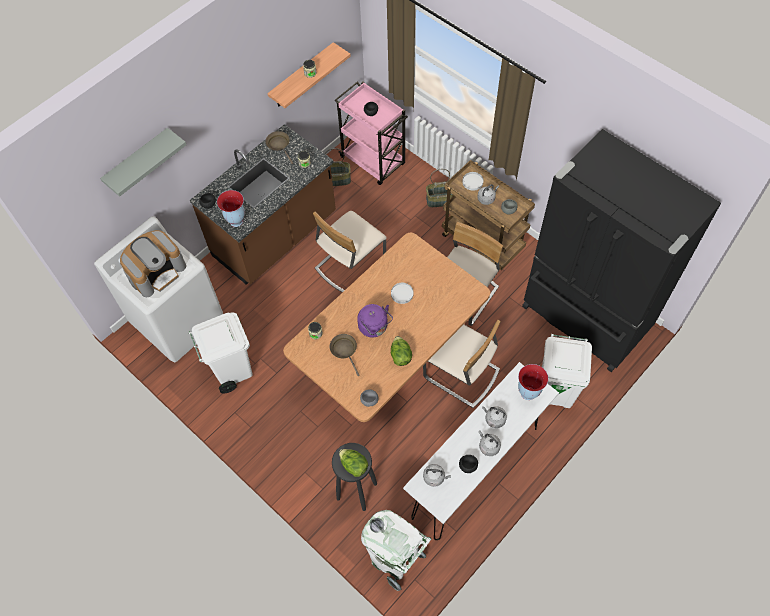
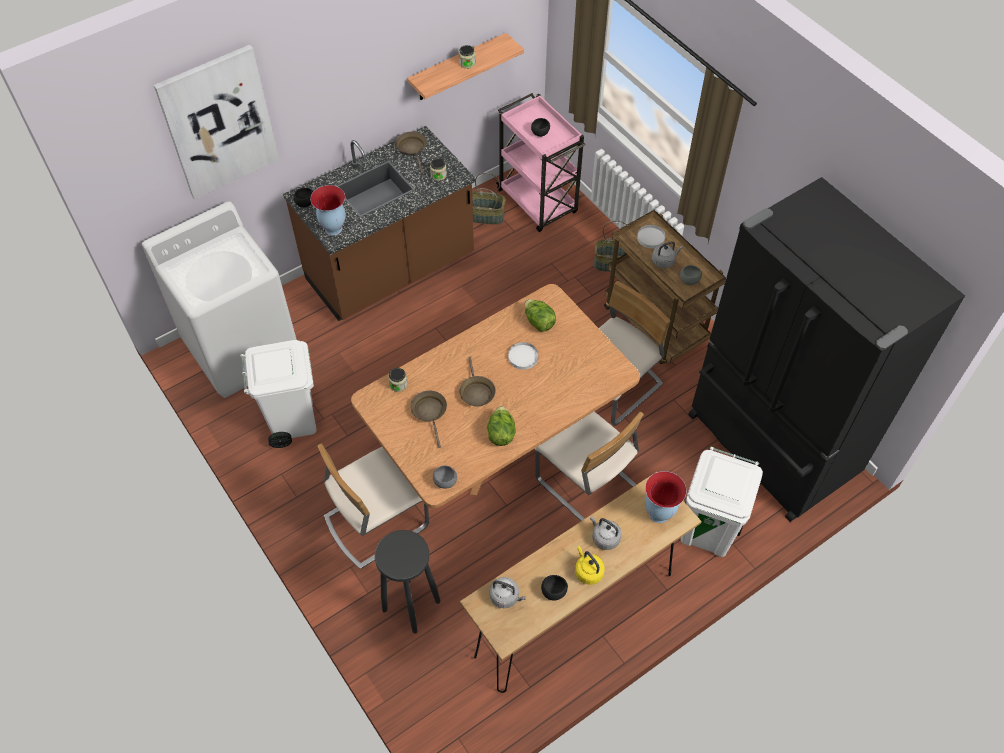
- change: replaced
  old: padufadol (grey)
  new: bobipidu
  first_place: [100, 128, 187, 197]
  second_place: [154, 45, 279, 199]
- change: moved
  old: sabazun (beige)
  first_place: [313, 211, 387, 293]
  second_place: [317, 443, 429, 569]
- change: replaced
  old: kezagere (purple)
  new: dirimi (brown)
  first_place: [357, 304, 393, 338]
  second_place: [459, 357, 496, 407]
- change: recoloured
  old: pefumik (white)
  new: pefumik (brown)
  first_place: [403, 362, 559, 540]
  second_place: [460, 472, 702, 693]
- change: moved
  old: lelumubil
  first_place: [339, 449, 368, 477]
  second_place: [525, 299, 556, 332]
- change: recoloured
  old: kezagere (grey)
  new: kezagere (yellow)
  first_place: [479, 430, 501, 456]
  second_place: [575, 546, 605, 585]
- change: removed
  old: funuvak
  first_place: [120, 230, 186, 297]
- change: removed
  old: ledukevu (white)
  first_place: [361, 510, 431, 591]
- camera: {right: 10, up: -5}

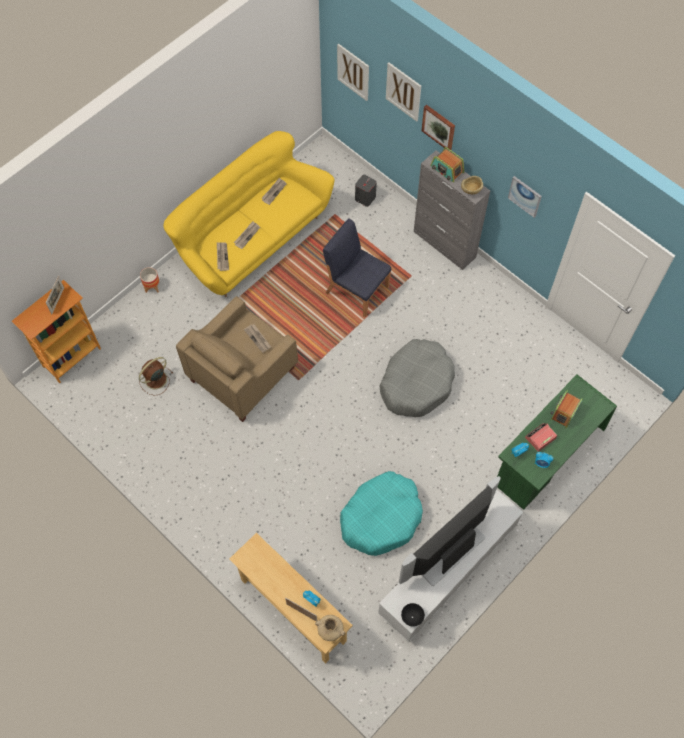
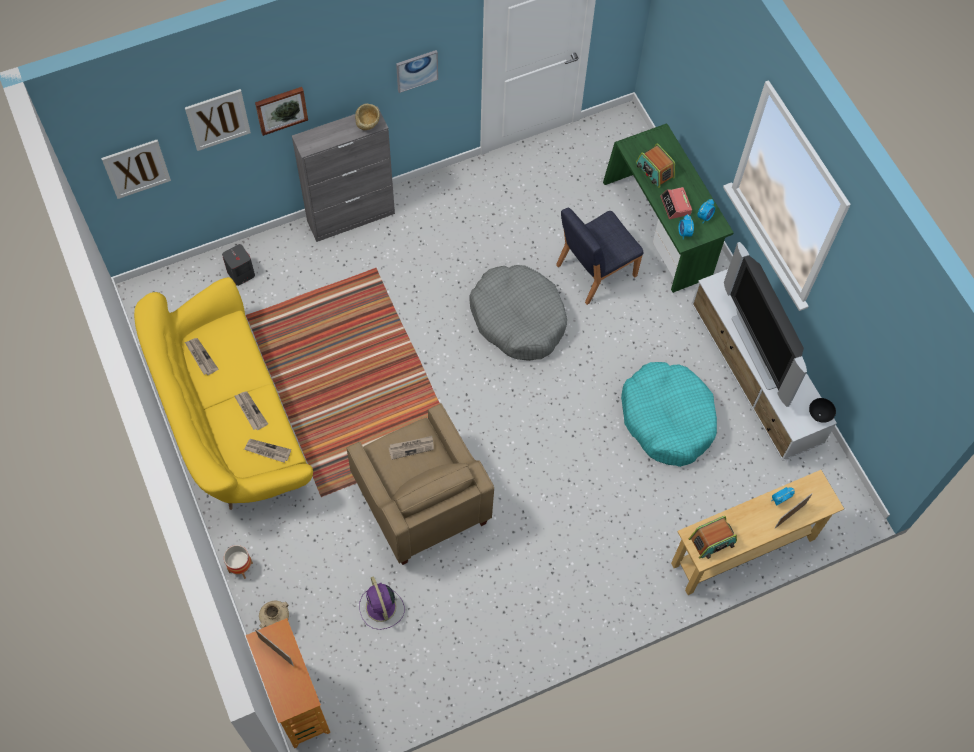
- change: moved
  old: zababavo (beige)
  first_place: [315, 615, 345, 641]
  second_place: [259, 601, 289, 629]
- change: recoloured
  old: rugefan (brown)
  new: rugefan (purple)
  first_place: [139, 357, 173, 395]
  second_place: [359, 576, 405, 630]
- change: moved
  old: sabazun (blue)
  first_place: [323, 218, 391, 317]
  second_place: [556, 208, 644, 305]
- change: moved
  old: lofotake
  first_place: [430, 147, 464, 182]
  second_place: [689, 516, 737, 559]
- camera: {right: -70, up: 0}

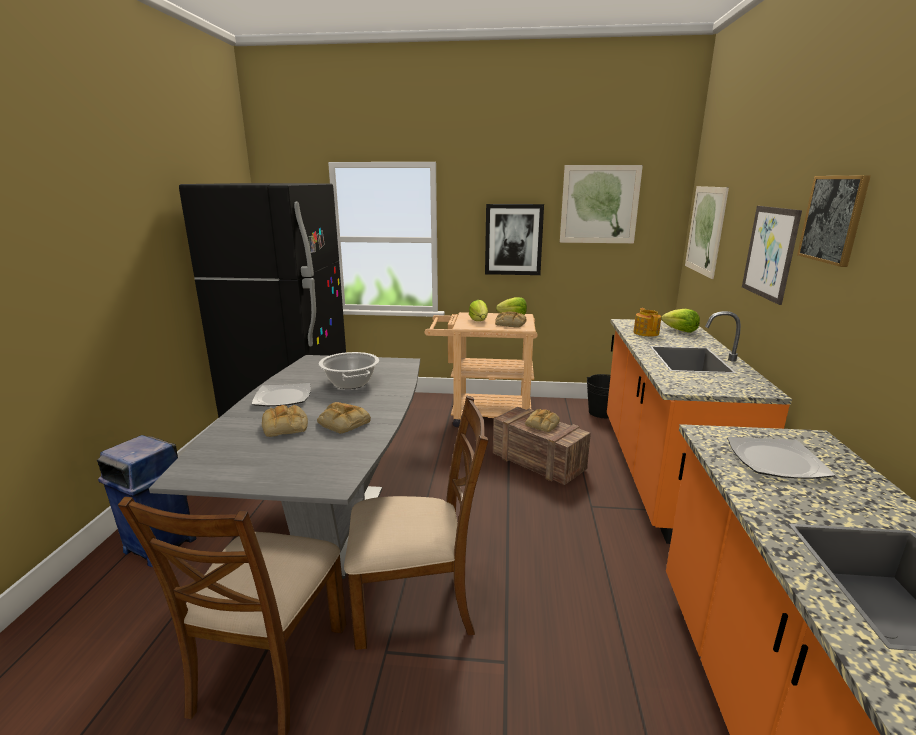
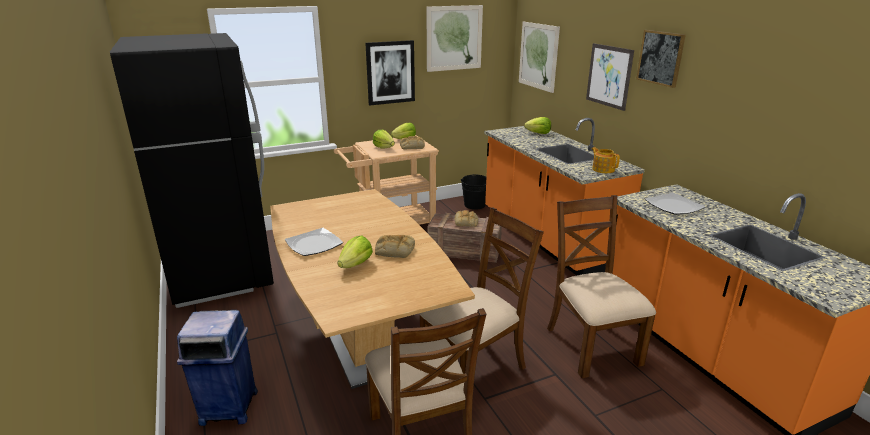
- change: recoloured
  old: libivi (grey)
  new: libivi (brown)
  first_place: [149, 355, 420, 579]
  second_place: [270, 189, 475, 389]
- change: replaced
  old: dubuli
  new: lelumubil
  first_place: [262, 405, 308, 437]
  second_place: [337, 235, 373, 268]
- change: added
  new: sabazun (brown)
  second_place: [547, 195, 656, 378]
- change: moved
  old: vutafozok
  first_place: [634, 308, 661, 337]
  second_place: [592, 147, 620, 173]
- change: removed
  old: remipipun
  first_place: [319, 352, 379, 389]
- camera: {right: -30, up: 5}

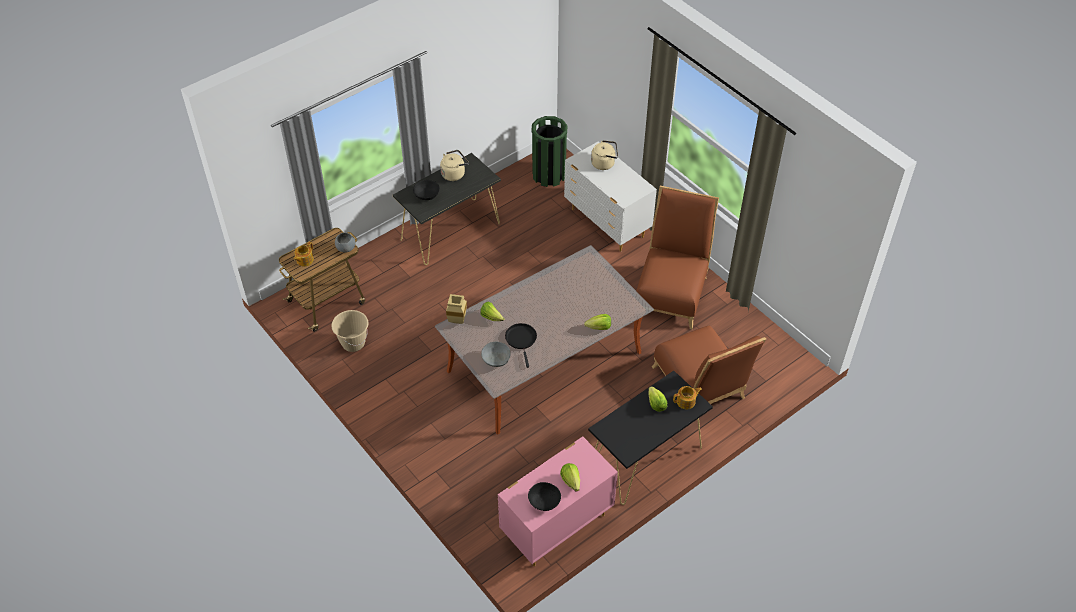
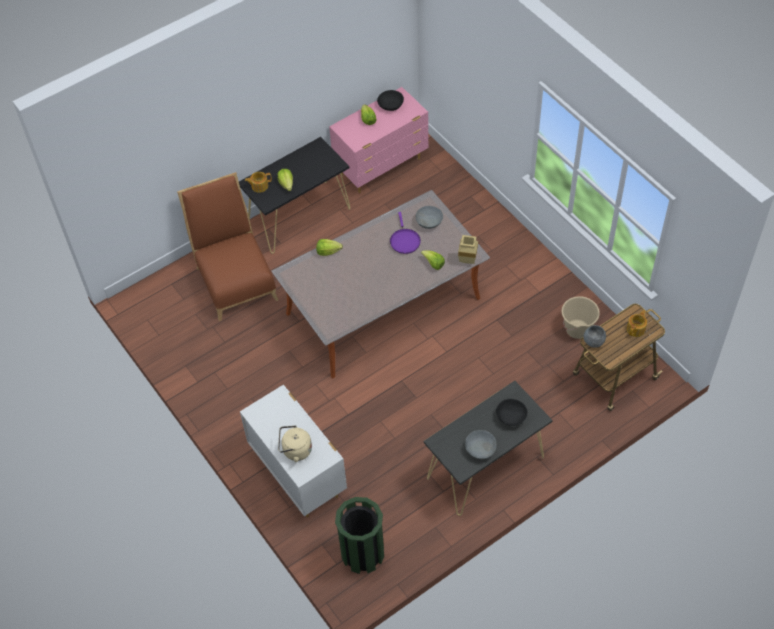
- change: recoloured
  old: dirimi (black)
  new: dirimi (purple)
  first_place: [505, 323, 537, 368]
  second_place: [390, 212, 421, 254]
- change: replaced
  old: kezagere (beige)
  new: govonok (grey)
  first_place: [440, 150, 469, 181]
  second_place: [465, 430, 496, 459]
- change: removed
  old: sabazun (brown)
  first_place: [636, 185, 719, 329]
- camera: {right: -175, up: 5}

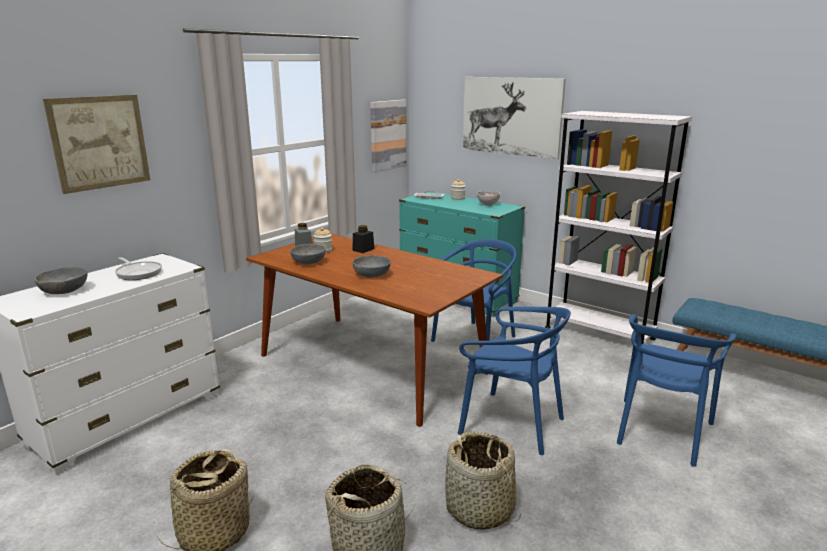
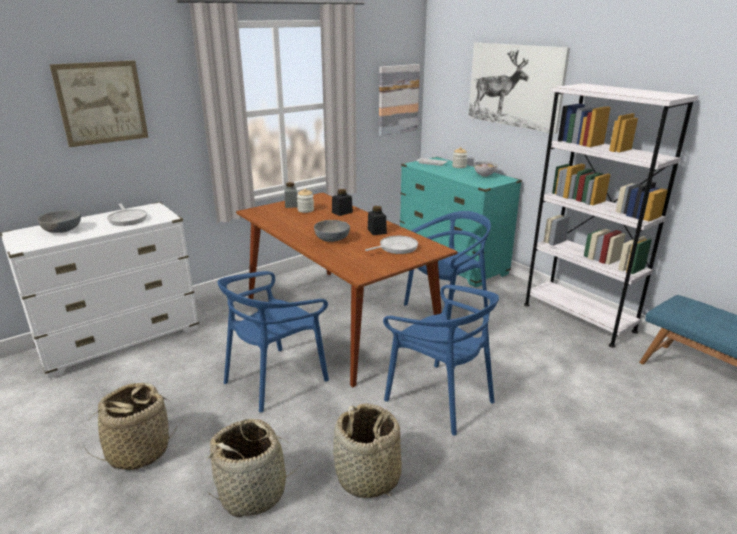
- change: moved
  old: sabazun (blue)
  first_place: [617, 314, 736, 467]
  second_place: [217, 271, 329, 412]
- change: added
  new: dirimi
  second_place: [365, 236, 418, 254]
- change: added
  new: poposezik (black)
  second_place: [368, 206, 387, 235]
- change: removed
  old: govonok (grey)
  first_place: [290, 244, 325, 264]
- camera: {right: 15, up: 5}

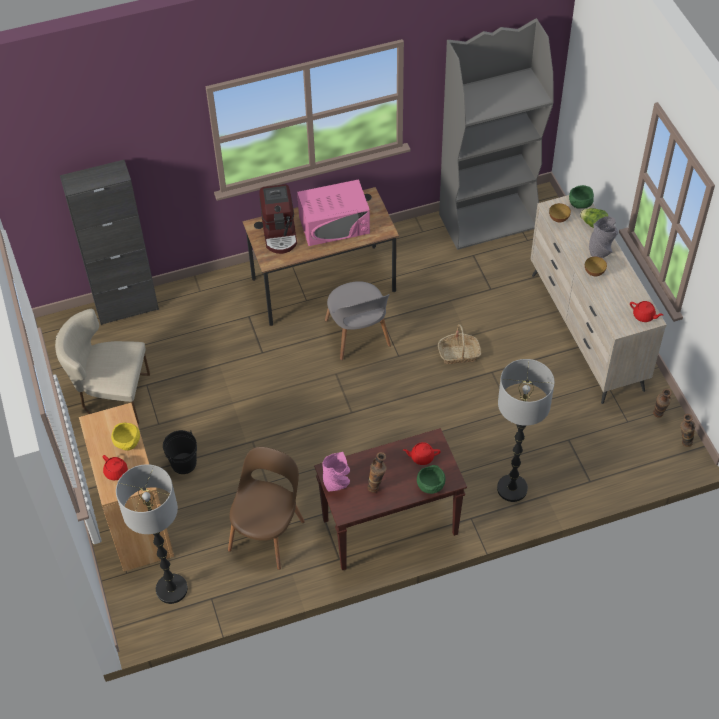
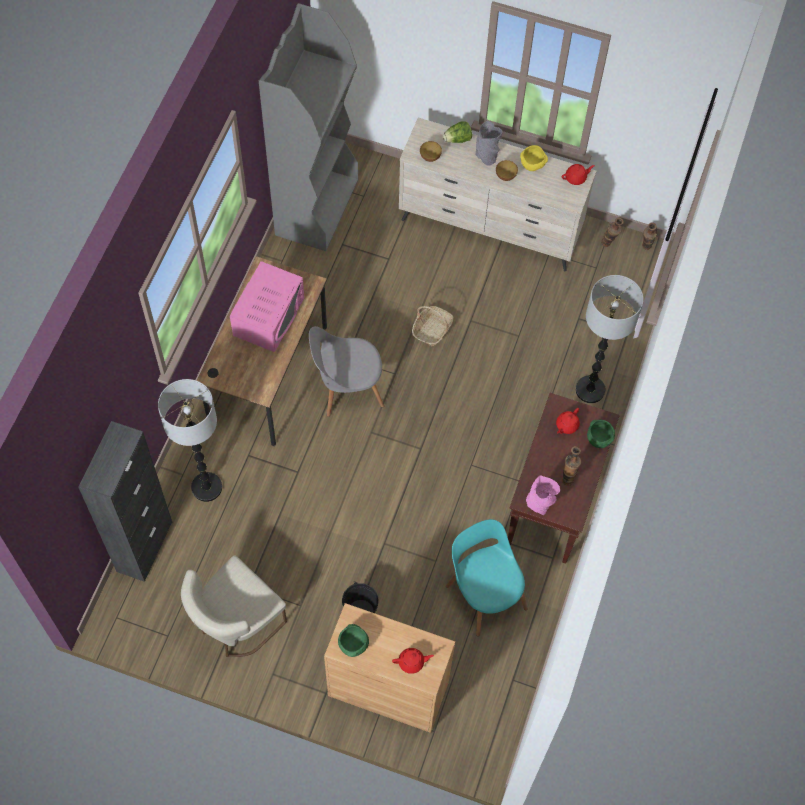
- change: moved
  old: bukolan
  first_place: [116, 464, 188, 604]
  second_place: [158, 379, 222, 502]
- change: turned
  old: sabazun (grey)
  first_place: [325, 281, 391, 360]
  second_place: [309, 326, 384, 417]
  degrees: 150
- change: moved
  old: govonok (green)
  first_place: [569, 185, 594, 209]
  second_place: [338, 624, 369, 657]
- change: recoloured
  old: sabazun (brown)
  new: sabazun (turquoise)
  first_place: [228, 447, 305, 570]
  second_place: [446, 519, 528, 637]
- change: moved
  old: govonok (yellow)
  first_place: [111, 423, 140, 451]
  second_place: [520, 145, 548, 171]
- change: removed
  old: funuvak
  first_place: [259, 184, 297, 254]
- camera: {right: -55, up: 10}

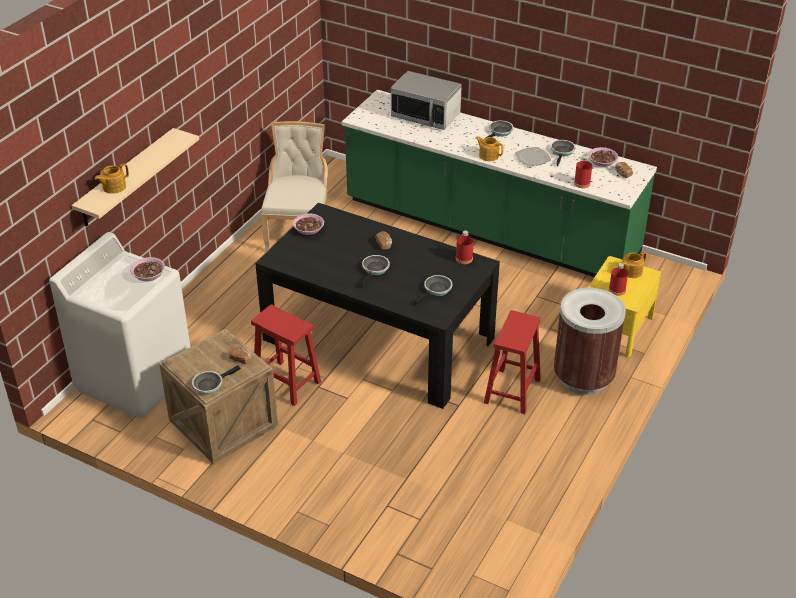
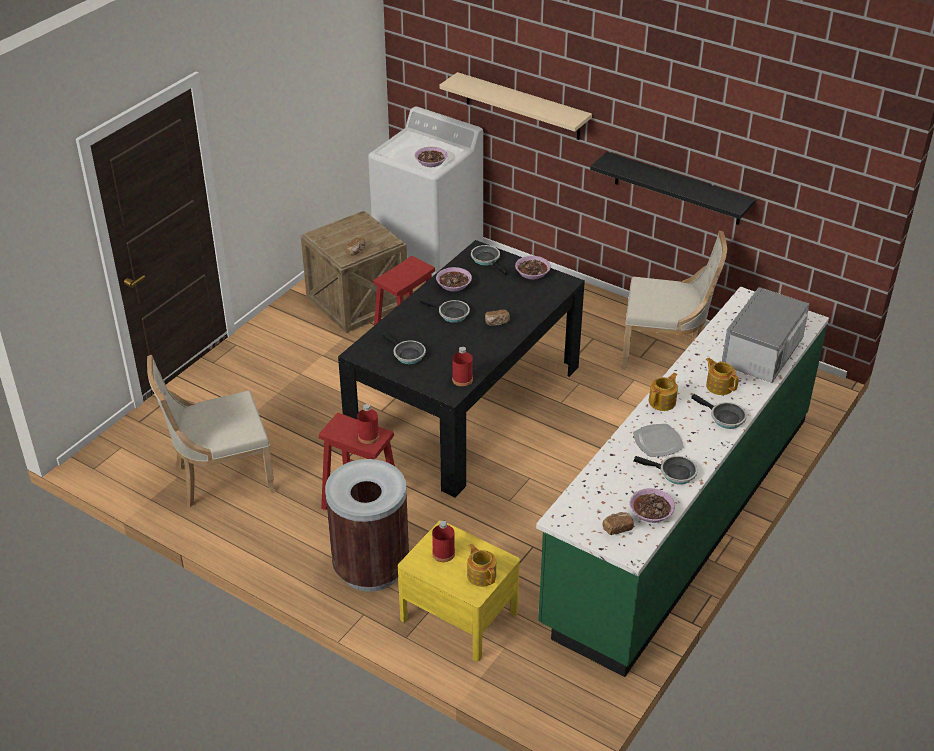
- change: added
  new: sabazun (beige)
  second_place: [147, 355, 276, 507]
- change: moved
  old: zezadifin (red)
  first_place: [574, 156, 592, 188]
  second_place: [357, 404, 379, 444]
- change: added
  new: govonok
  second_place: [436, 267, 472, 291]
- change: moved
  old: dirimi
  first_place: [192, 365, 241, 395]
  second_place: [471, 245, 507, 275]
- change: added
  new: padufadol (black)
  second_place: [590, 152, 756, 225]
- change: moved
  old: vutafozok
  first_place: [95, 163, 129, 194]
  second_place: [705, 357, 739, 395]
- camera: {right: 95, up: 0}

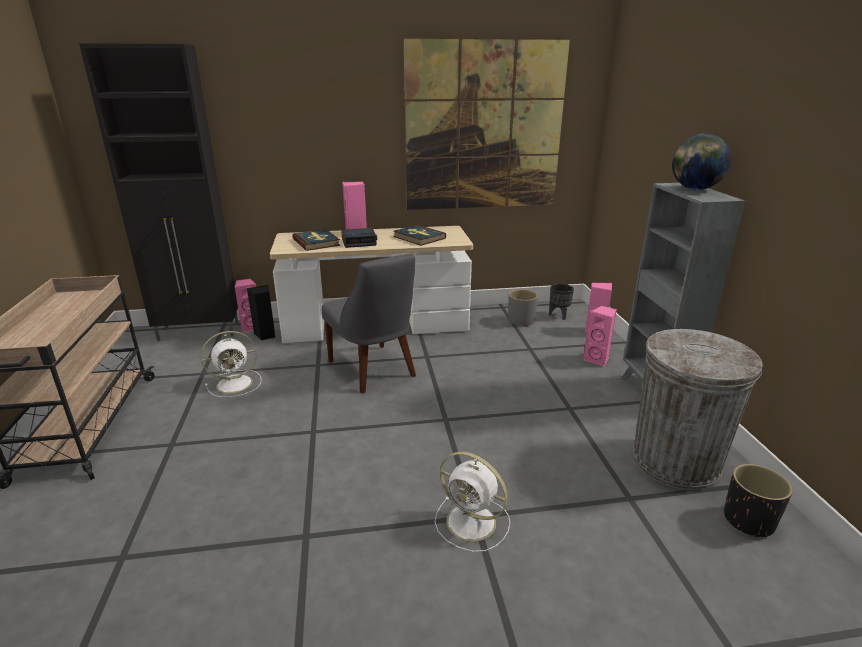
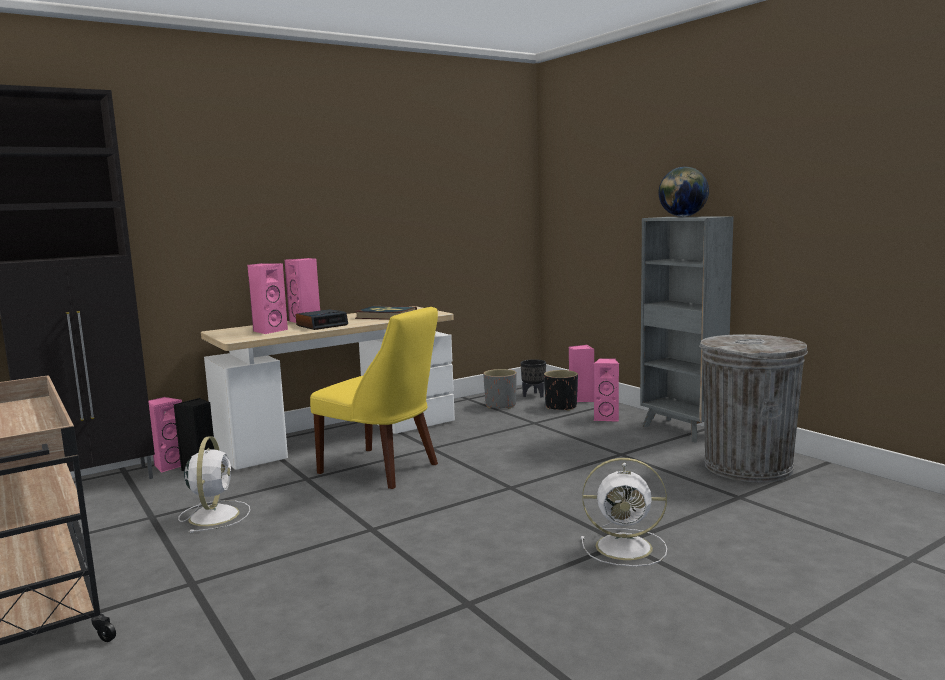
- change: turned
  old: rugefan (white)
  first_place: [201, 331, 261, 397]
  second_place: [178, 436, 250, 533]
  degrees: -45
- change: replaced
  old: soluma
  new: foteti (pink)
  first_place: [293, 229, 340, 251]
  second_place: [247, 263, 288, 334]
- change: recoloured
  old: sabazun (grey)
  new: sabazun (yellow)
  first_place: [322, 253, 416, 394]
  second_place: [310, 307, 438, 489]
- change: moved
  old: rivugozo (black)
  first_place: [724, 464, 793, 539]
  second_place: [544, 370, 578, 411]
- change: removed
  old: bobipidu
  first_place: [404, 39, 570, 210]
- camera: {right: -25, up: -15}

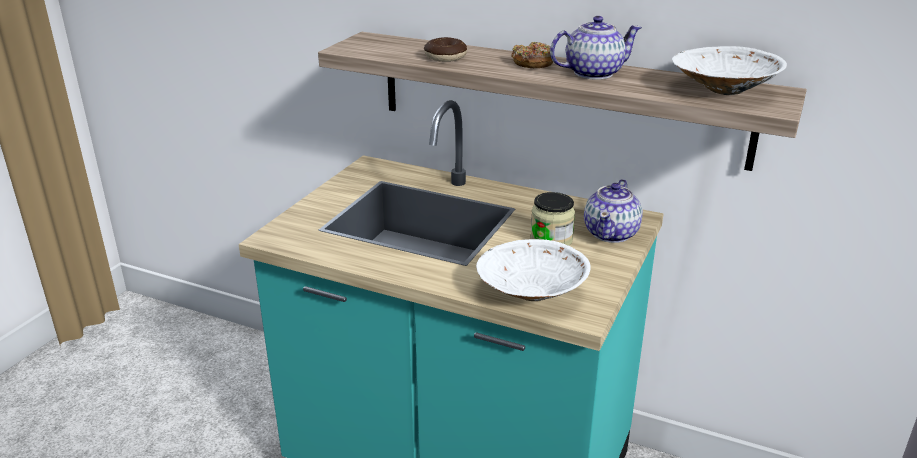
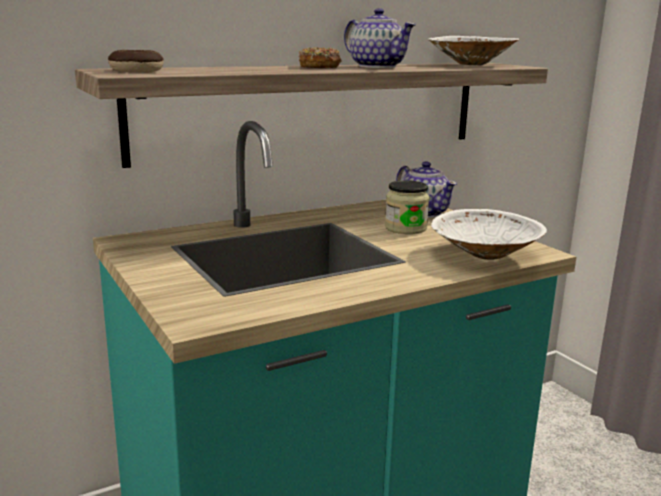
- change: moved
  old: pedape
  first_place: [424, 37, 467, 62]
  second_place: [108, 50, 164, 72]
- change: turned
  old: vutafozok
  first_place: [550, 16, 642, 80]
  second_place: [344, 8, 416, 68]
  degrees: 120
- camera: {right: -55, up: -10}

